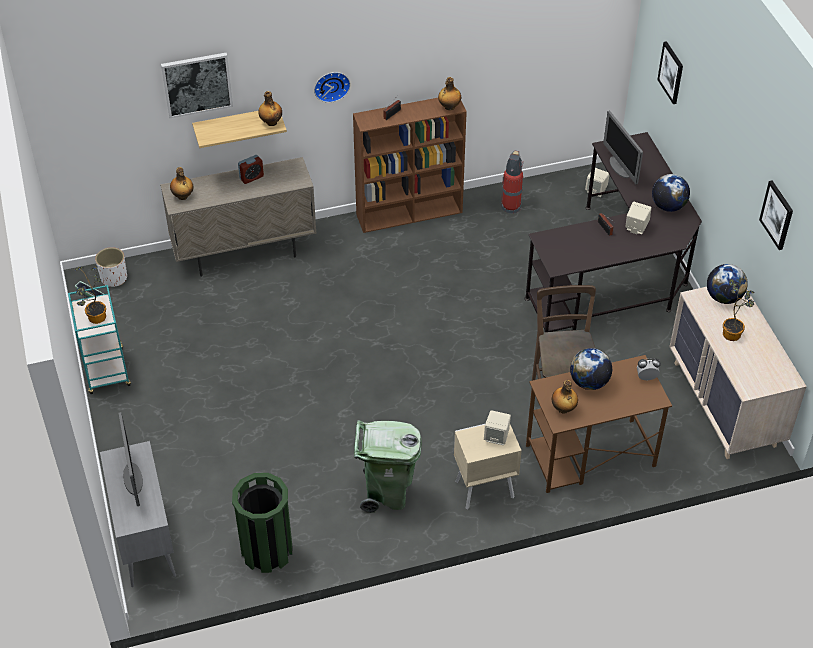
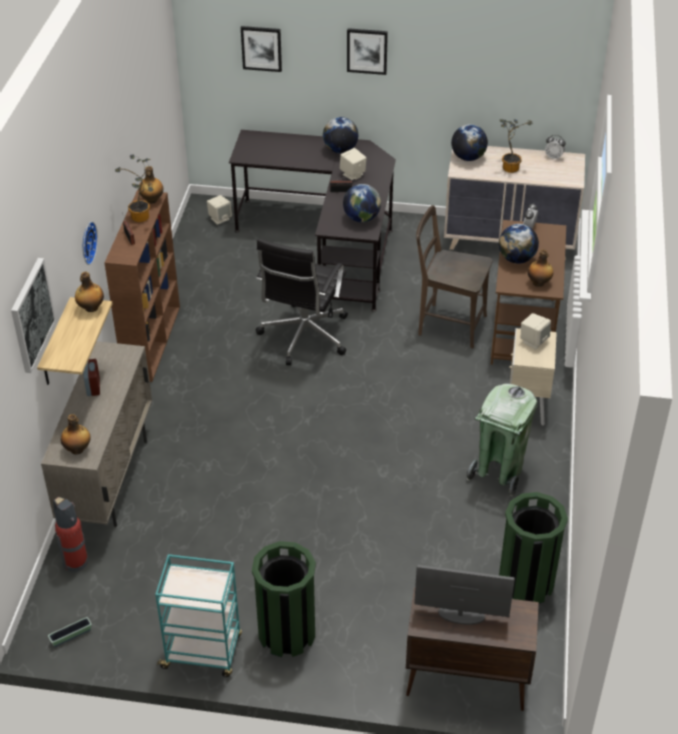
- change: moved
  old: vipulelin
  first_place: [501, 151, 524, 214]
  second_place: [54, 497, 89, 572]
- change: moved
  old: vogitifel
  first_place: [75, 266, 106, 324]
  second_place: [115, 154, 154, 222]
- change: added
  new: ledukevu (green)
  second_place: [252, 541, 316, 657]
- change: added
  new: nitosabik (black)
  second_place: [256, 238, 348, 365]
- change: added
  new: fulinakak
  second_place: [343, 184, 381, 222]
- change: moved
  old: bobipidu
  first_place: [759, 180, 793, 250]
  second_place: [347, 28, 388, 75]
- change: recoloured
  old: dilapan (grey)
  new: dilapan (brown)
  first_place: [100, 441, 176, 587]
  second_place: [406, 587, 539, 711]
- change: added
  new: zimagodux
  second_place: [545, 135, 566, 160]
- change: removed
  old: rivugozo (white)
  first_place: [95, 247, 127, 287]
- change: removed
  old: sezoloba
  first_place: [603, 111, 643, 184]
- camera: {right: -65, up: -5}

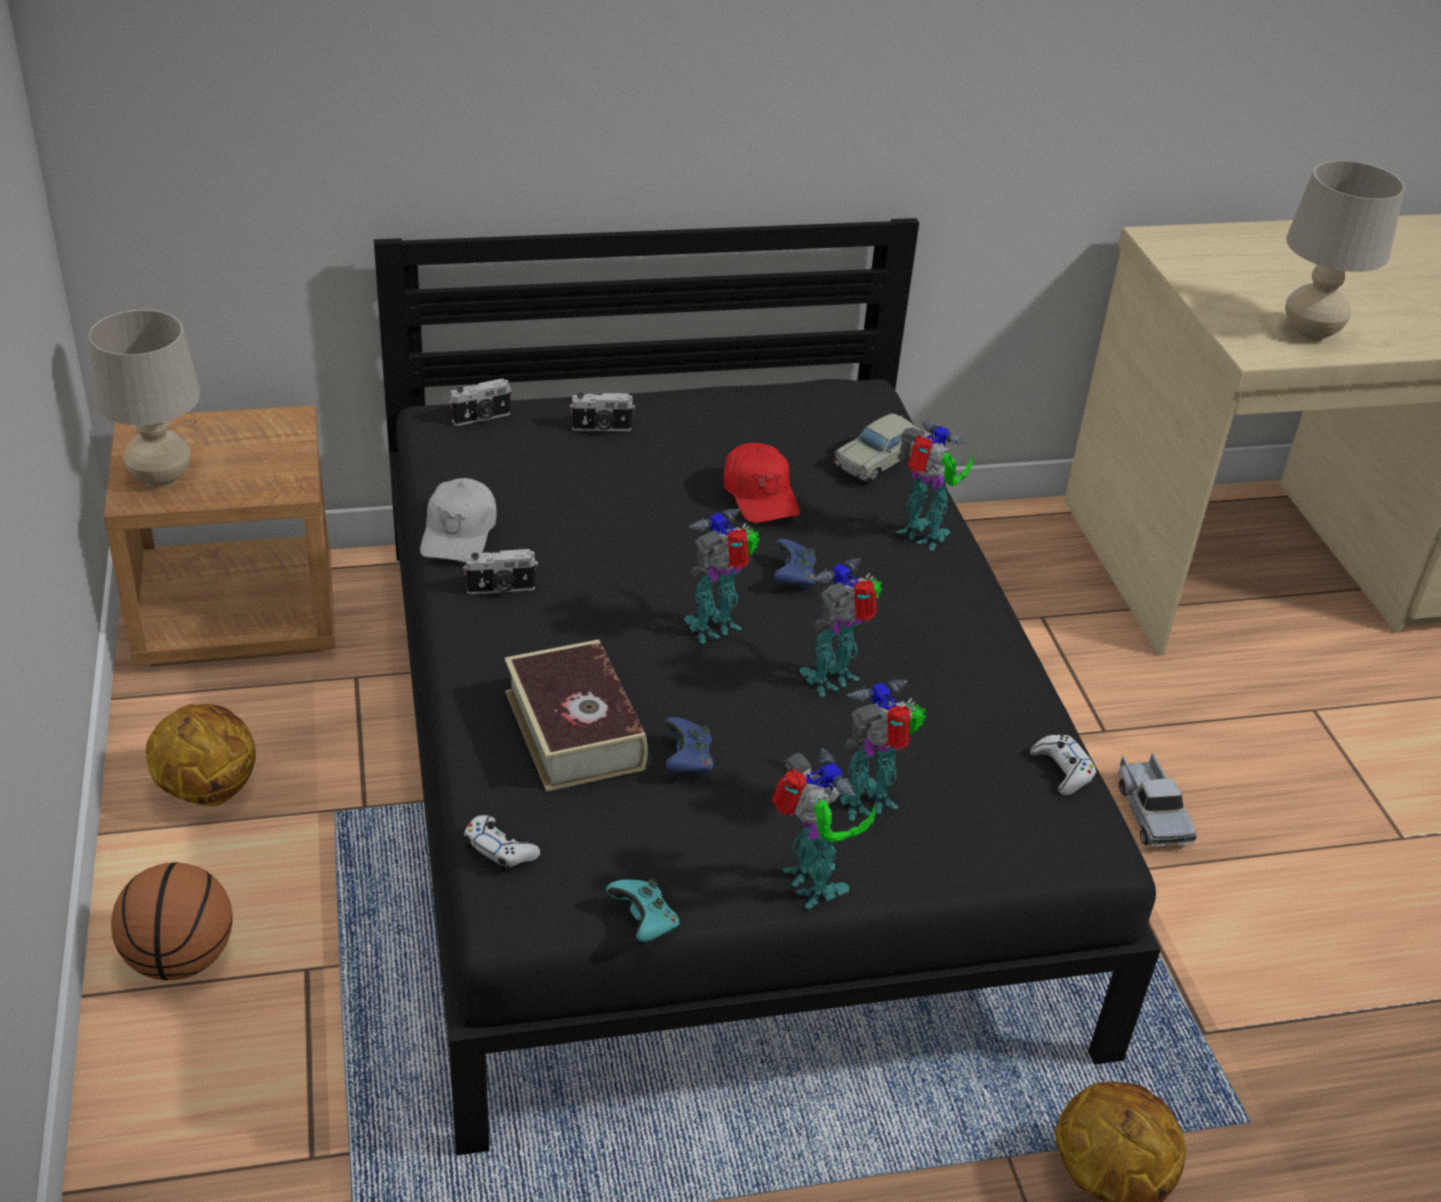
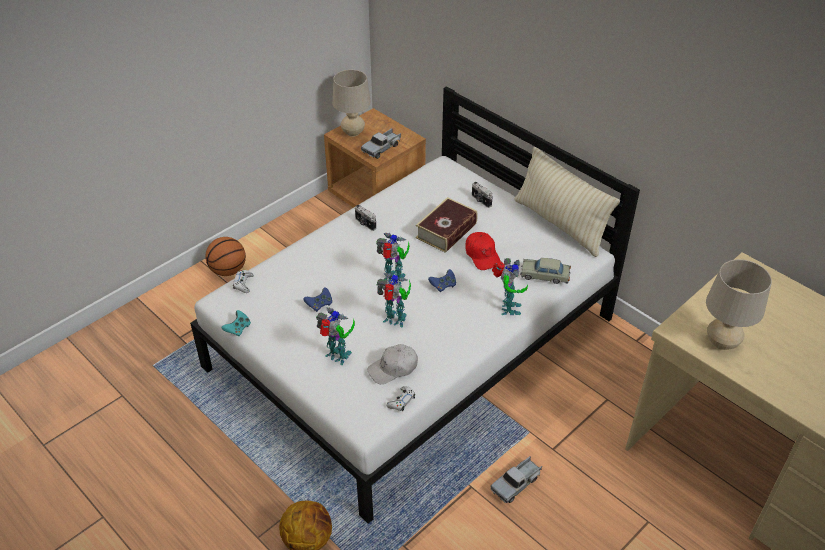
- change: recoloured
  old: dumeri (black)
  new: dumeri (white)
  first_place: [374, 218, 1161, 1156]
  second_place: [190, 86, 640, 524]
- change: added
  new: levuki
  second_place: [361, 128, 401, 159]
- change: moved
  old: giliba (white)
  first_place: [420, 478, 497, 563]
  second_place: [367, 344, 418, 384]
- change: moved
  old: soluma
  first_place: [505, 639, 648, 792]
  second_place: [416, 197, 478, 253]
- change: turned
  old: giliba (red)
  first_place: [724, 443, 800, 523]
  second_place: [465, 232, 501, 270]
  degrees: -60
- change: added
  new: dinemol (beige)
  second_place: [514, 146, 620, 257]
- change: removed
  old: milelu
  first_place: [146, 704, 256, 807]
- change: removed
  old: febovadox
  first_place: [449, 378, 512, 426]
- change: removed
  old: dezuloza
  first_place: [771, 748, 876, 909]
- camera: {right: 60, up: 5}

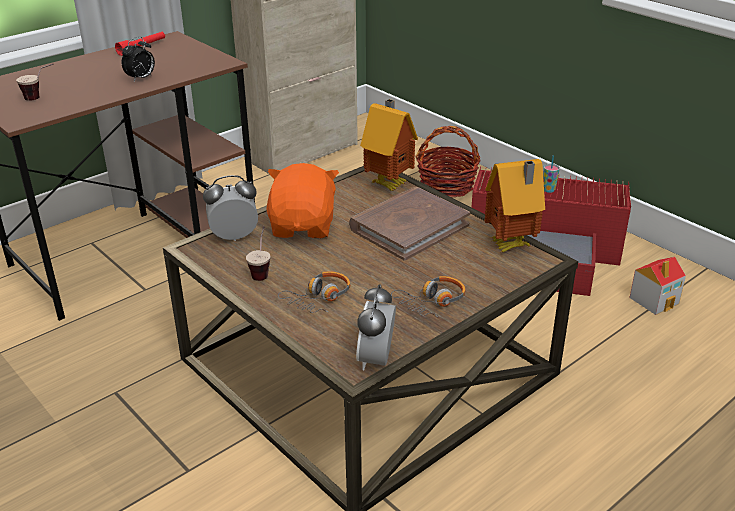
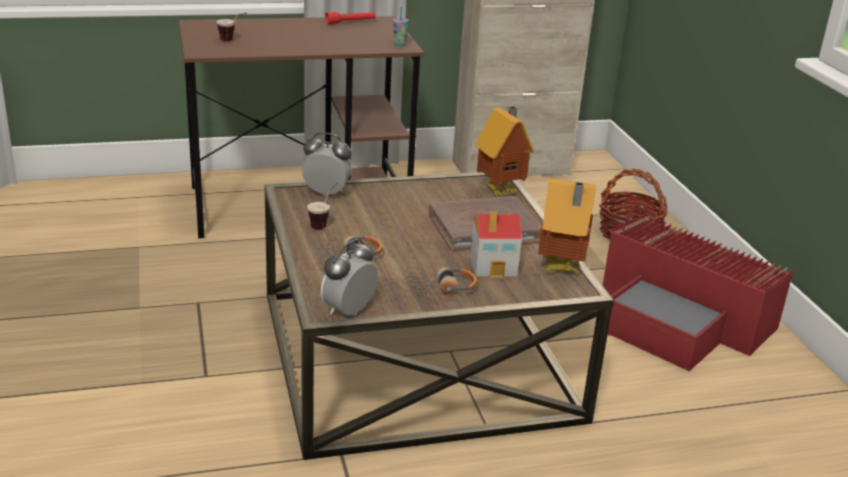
- change: moved
  old: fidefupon
  first_place: [543, 155, 560, 193]
  second_place: [393, 7, 409, 47]
- change: moved
  old: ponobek
  first_place: [629, 257, 686, 315]
  second_place: [470, 211, 522, 278]
- change: removed
  old: zimagodux
  first_place: [121, 37, 155, 82]
- change: removed
  old: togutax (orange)
  first_place: [267, 163, 339, 238]
- camera: {right: 25, up: -5}

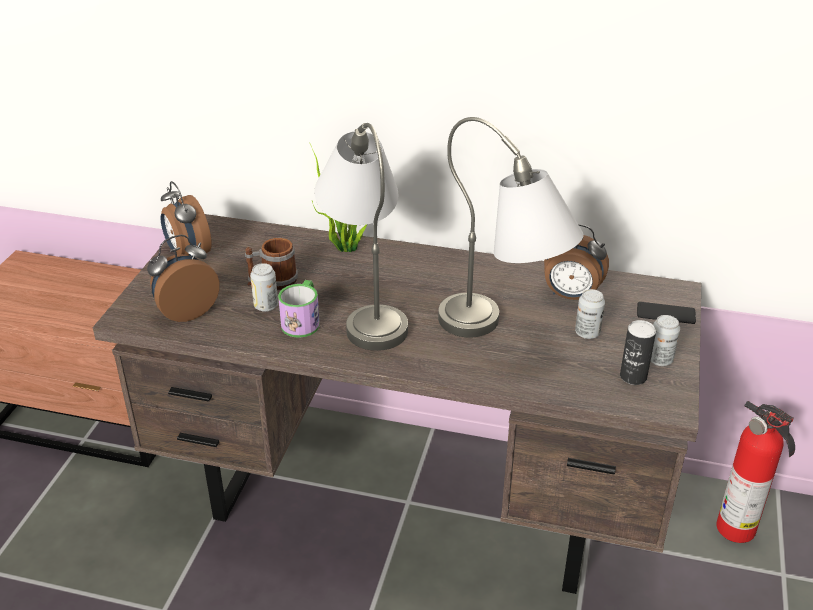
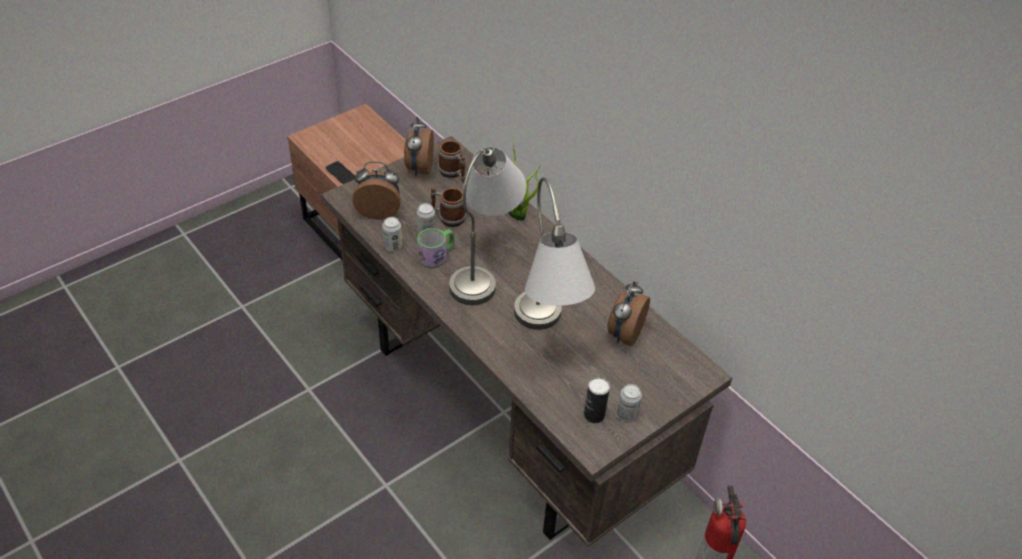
- change: moved
  old: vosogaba
  first_place: [637, 302, 696, 324]
  second_place: [325, 161, 355, 184]
- change: moved
  old: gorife
  first_place: [575, 289, 605, 339]
  second_place: [382, 217, 402, 252]
- change: added
  new: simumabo
  second_place: [438, 140, 466, 182]
- change: turned
  old: zimagodux
  first_place: [544, 224, 609, 300]
  second_place: [607, 281, 650, 346]
  degrees: 60
- camera: {right: 35, up: 10}

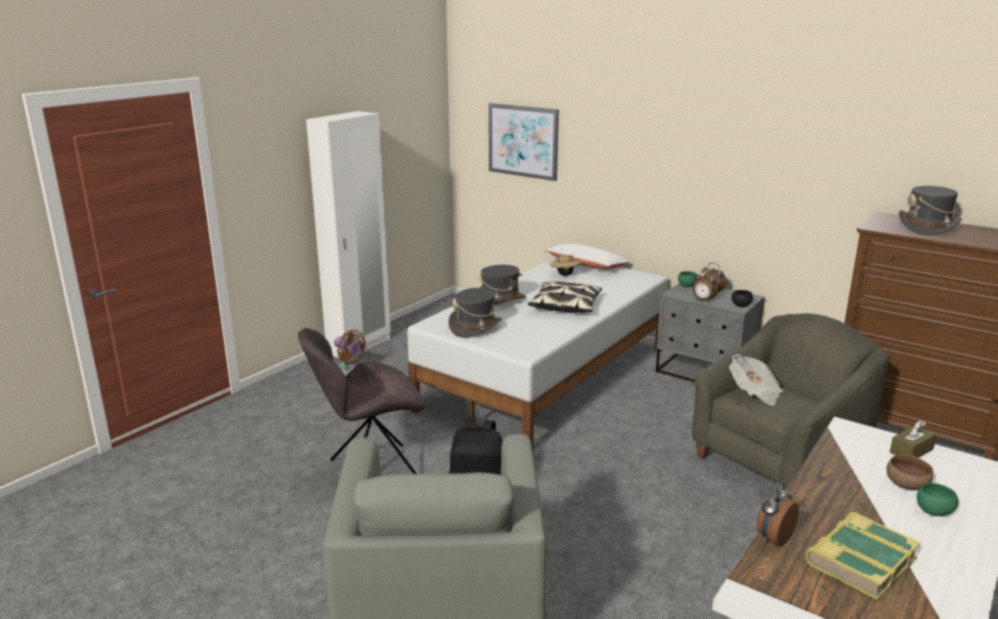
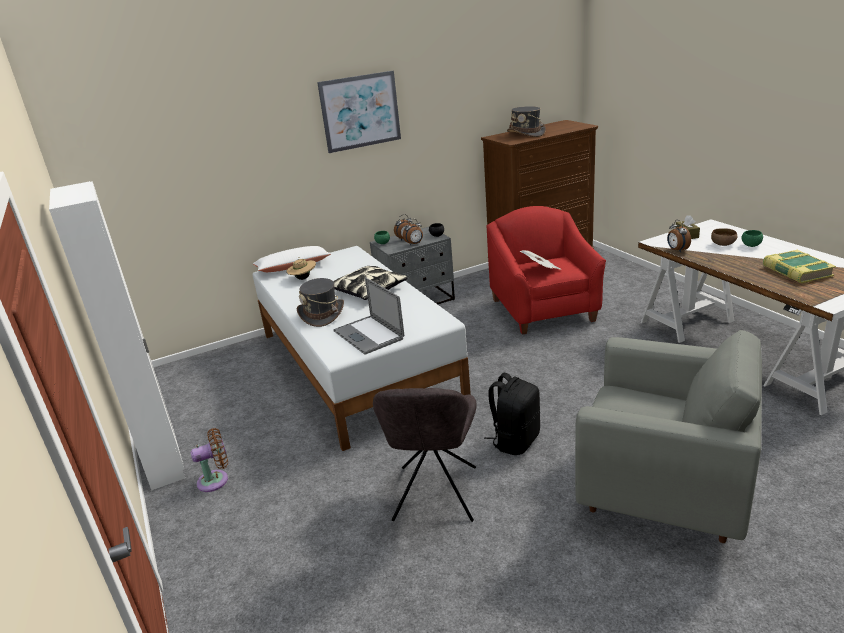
- change: moved
  old: bobipidu
  first_place: [488, 103, 559, 181]
  second_place: [317, 71, 401, 153]
- change: replaced
  old: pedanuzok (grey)
  new: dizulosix
  first_place: [448, 288, 502, 338]
  second_place: [333, 277, 404, 355]
- change: recoloured
  old: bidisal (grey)
  new: bidisal (red)
  first_place: [692, 313, 890, 489]
  second_place: [486, 206, 606, 335]
- change: moved
  old: zimagodux
  first_place: [757, 484, 799, 547]
  second_place: [667, 220, 691, 253]
- camera: {right: -60, up: 5}

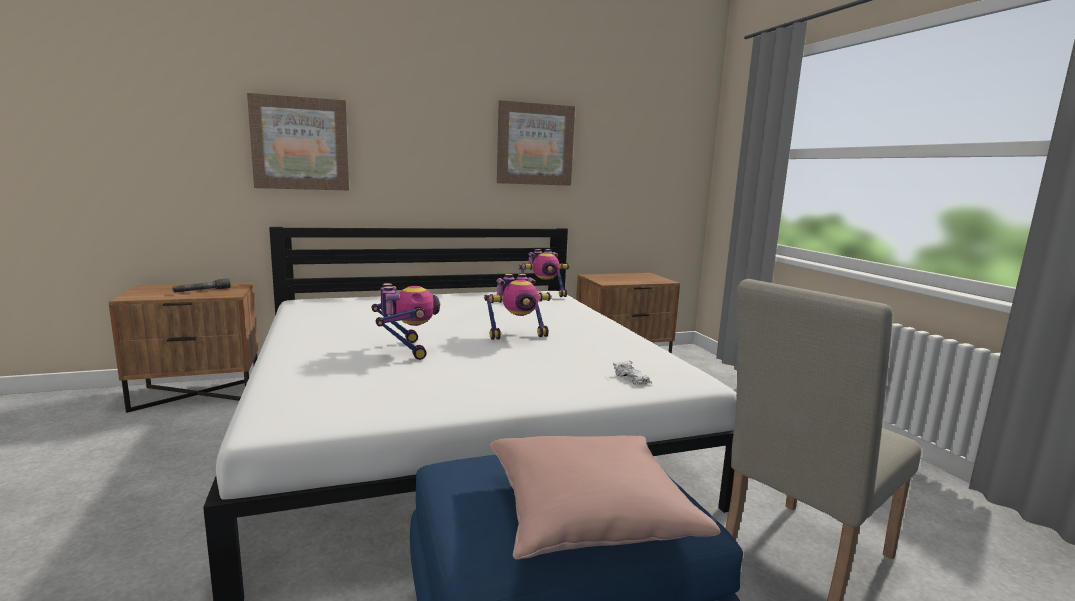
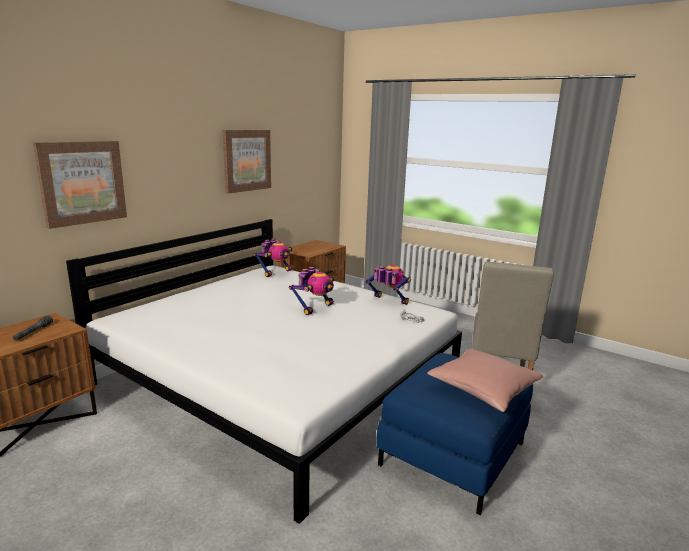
- change: moved
  old: dezuloza
  first_place: [371, 283, 441, 360]
  second_place: [366, 265, 411, 305]
- camera: {right: -35, up: 5}

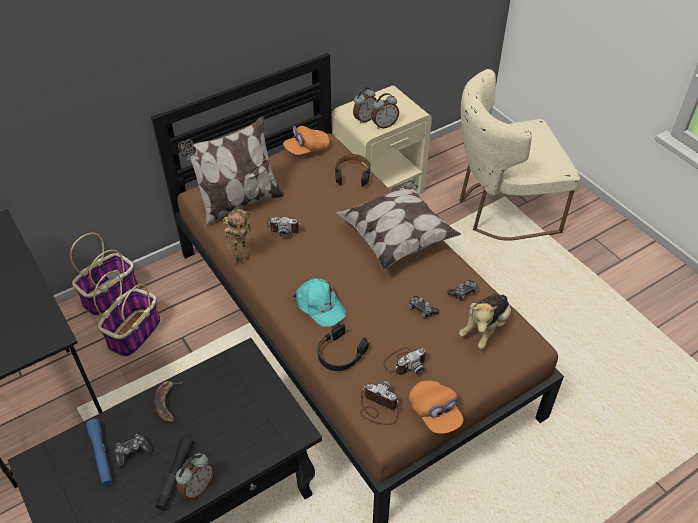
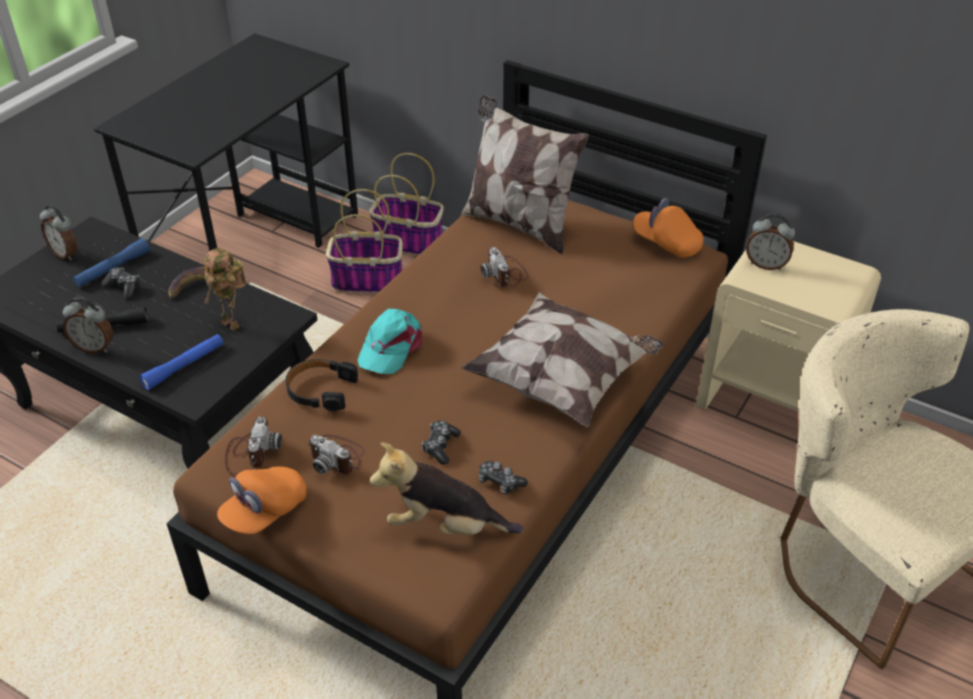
- change: moved
  old: zimagodux
  first_place: [371, 93, 399, 129]
  second_place: [40, 205, 77, 261]
- change: added
  new: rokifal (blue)
  second_place: [139, 334, 224, 390]
- change: moved
  old: dezuloza
  first_place: [223, 209, 254, 264]
  second_place: [204, 248, 246, 331]
- change: removed
  old: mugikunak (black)
  first_place: [335, 154, 371, 187]
- camera: {right: 65, up: -5}

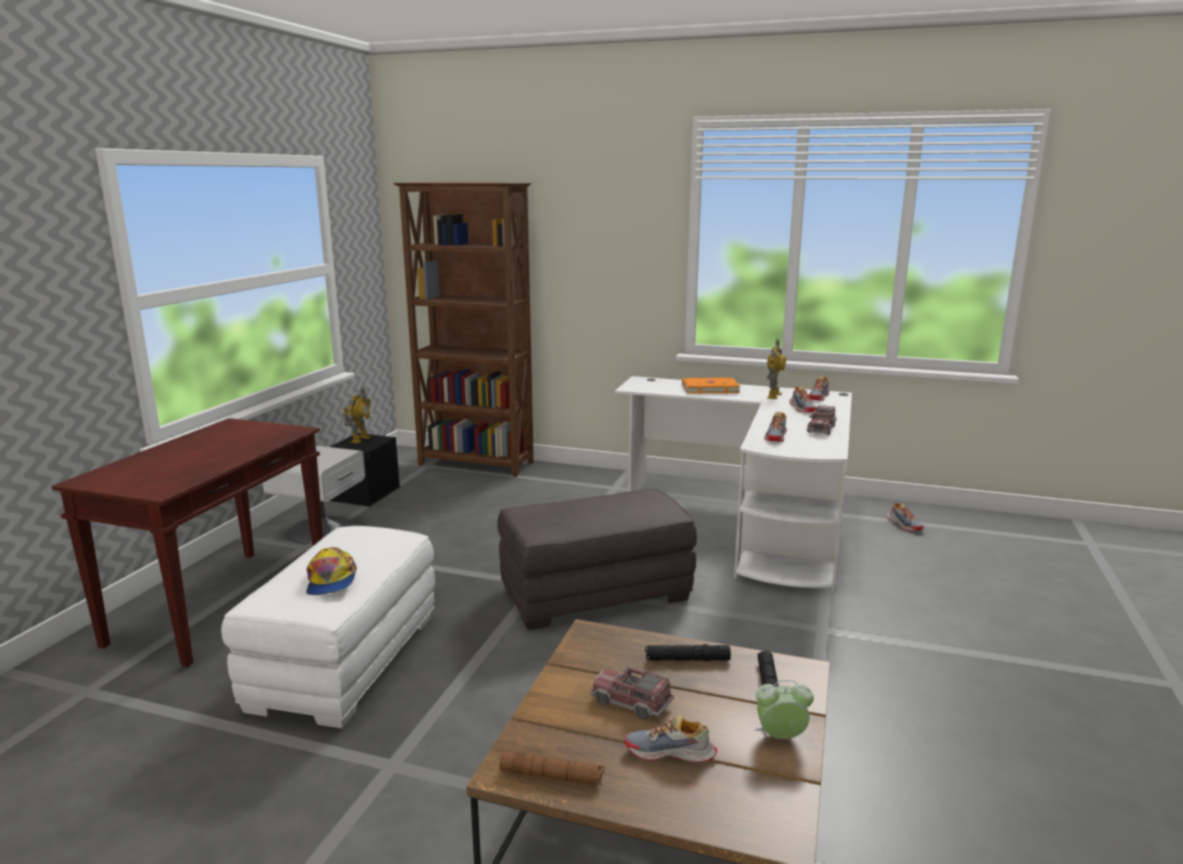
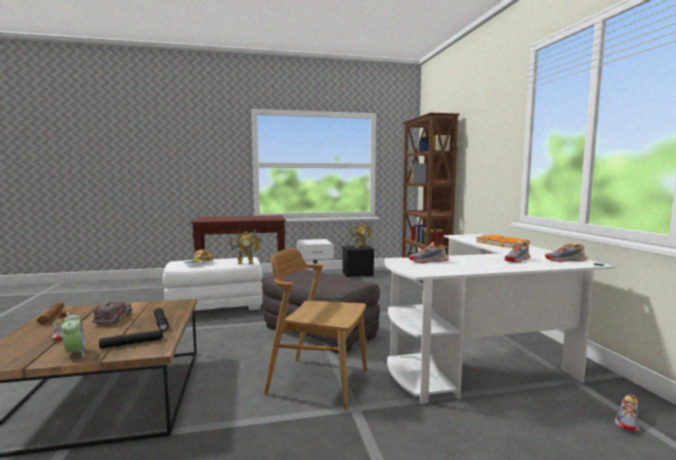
- change: moved
  old: dezuloza
  first_place: [767, 339, 786, 399]
  second_place: [229, 229, 262, 264]
- change: added
  new: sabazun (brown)
  second_place: [264, 248, 367, 410]
- change: removed
  old: levuki
  first_place: [807, 405, 837, 435]
- camera: {right: 60, up: -10}

